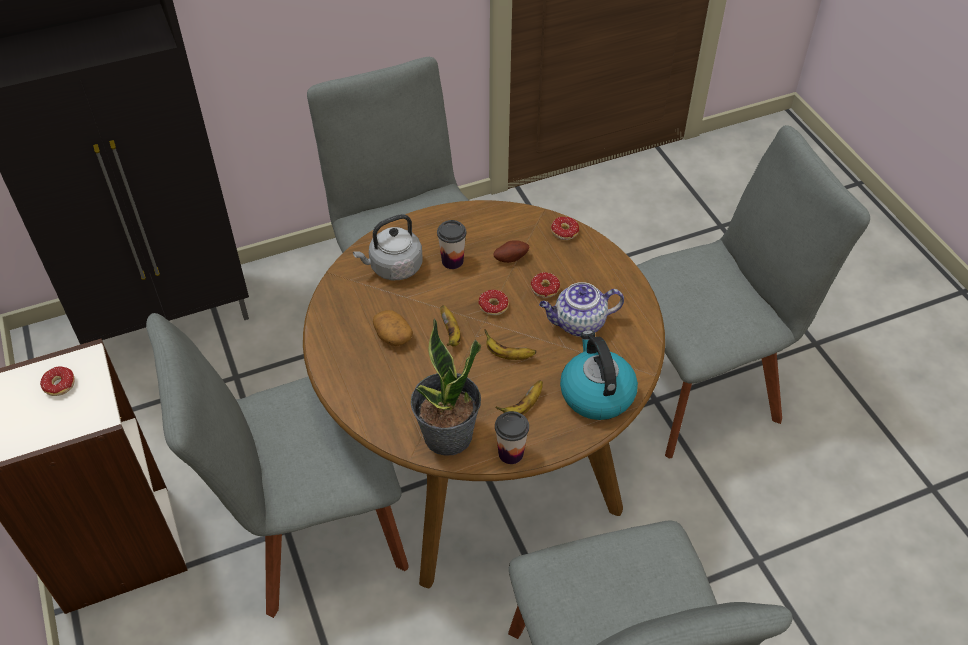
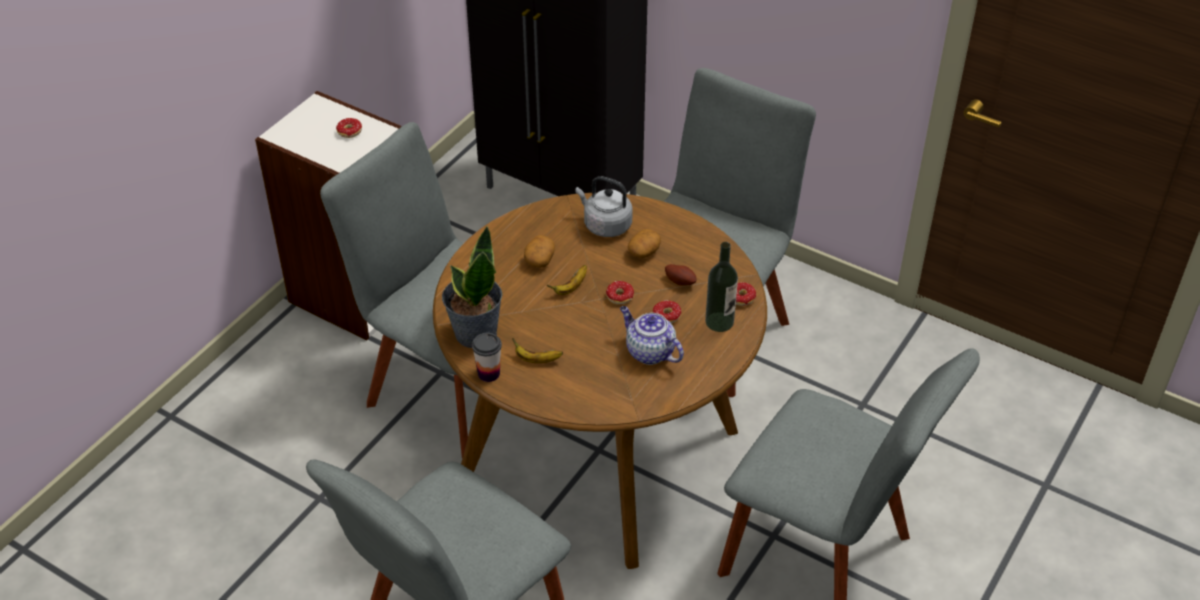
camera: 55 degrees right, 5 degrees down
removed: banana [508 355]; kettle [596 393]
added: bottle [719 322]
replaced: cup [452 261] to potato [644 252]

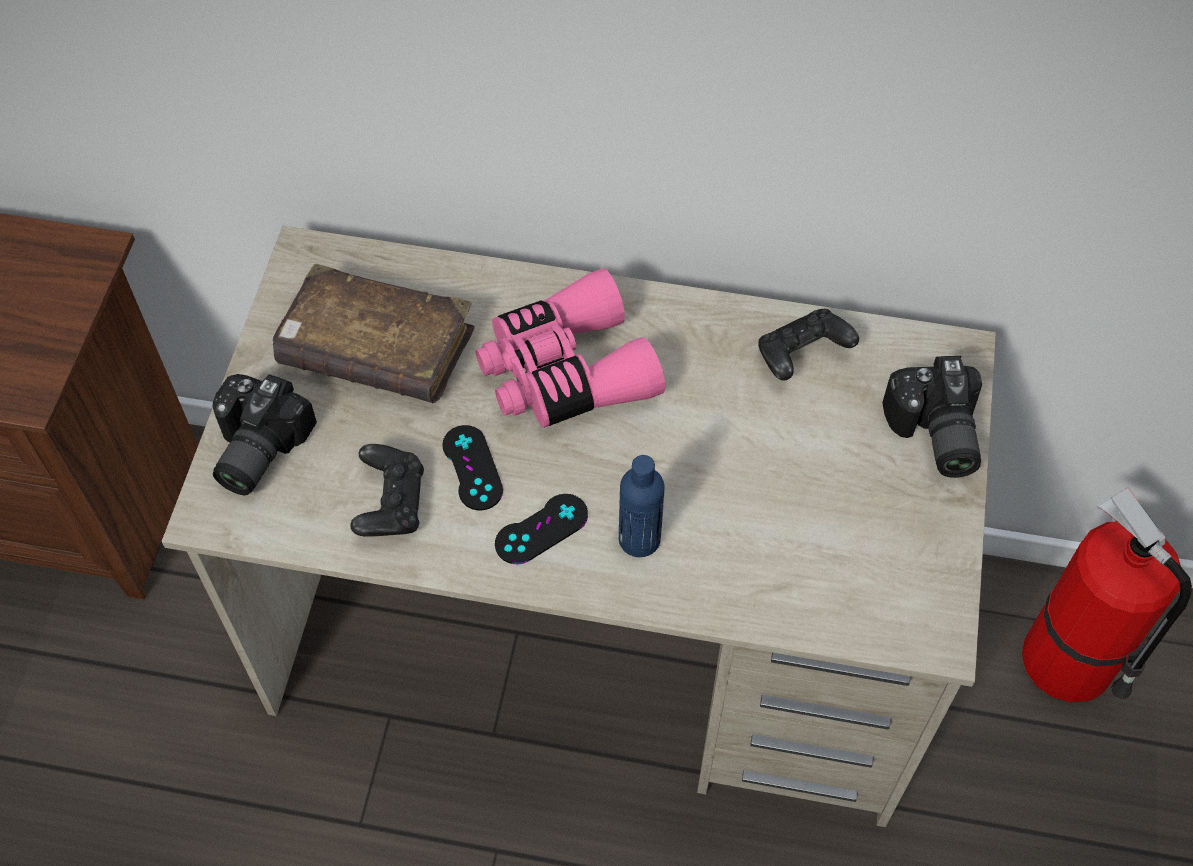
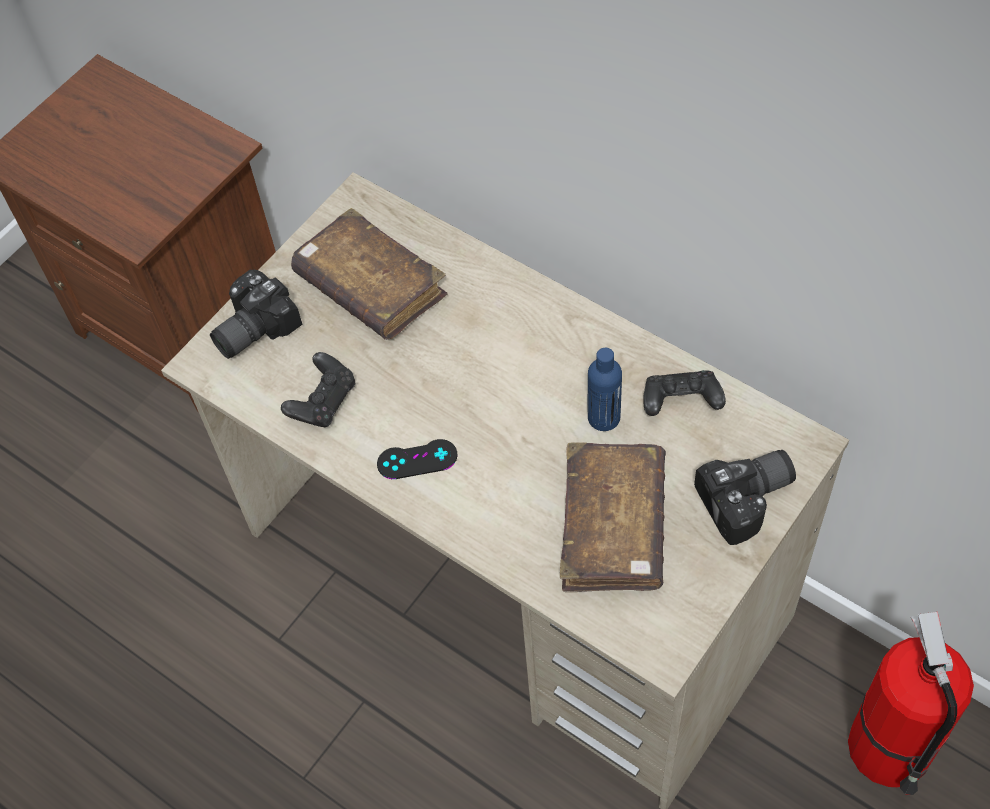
camera: 30 degrees right, 0 degrees up
removed: pink binoculars [565 371]; black game controller [472 468]
added: brown book [613 527]
moved: blue bottle [639 539] to [604 417]
turned: photo camera [932 435] = [749 501] 135 degrees counterclockwise

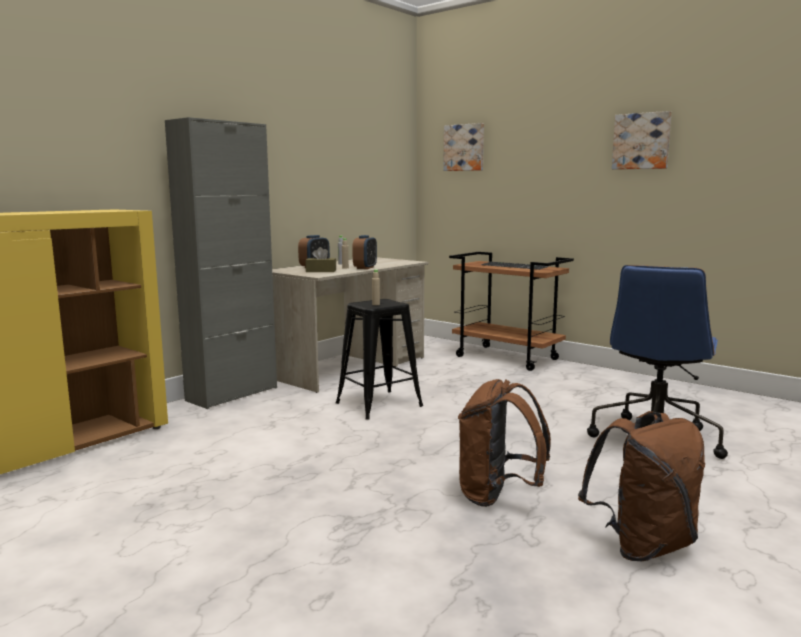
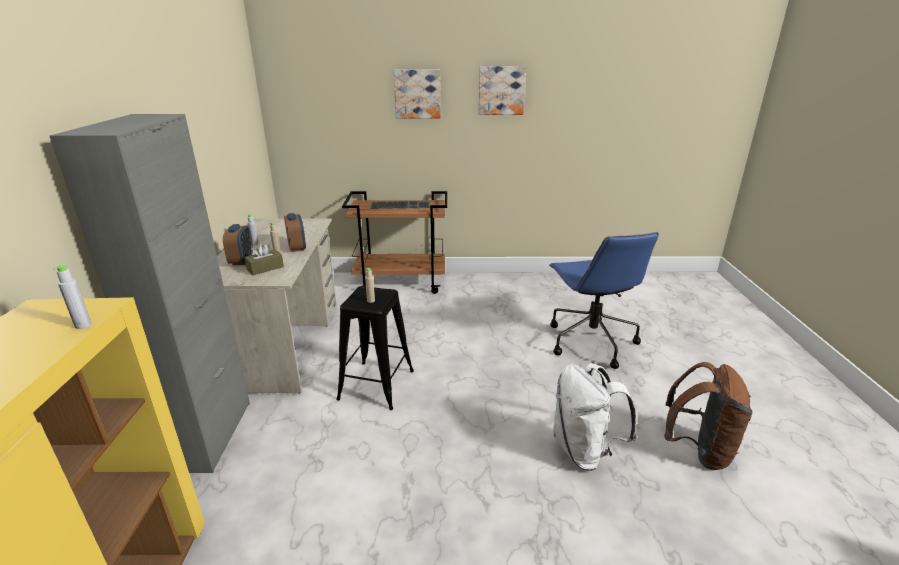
camera: 40 degrees left, 15 degrees up
added: grey bottle [83 325]
moved: picture [464 147] to [417 94]
recoloured: brown backpack [498 496] to white backpack [584 450]

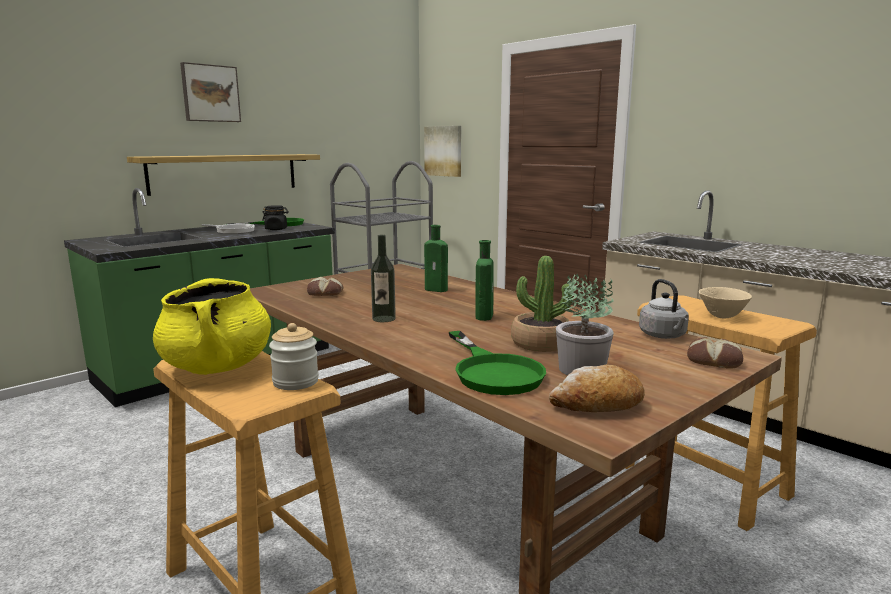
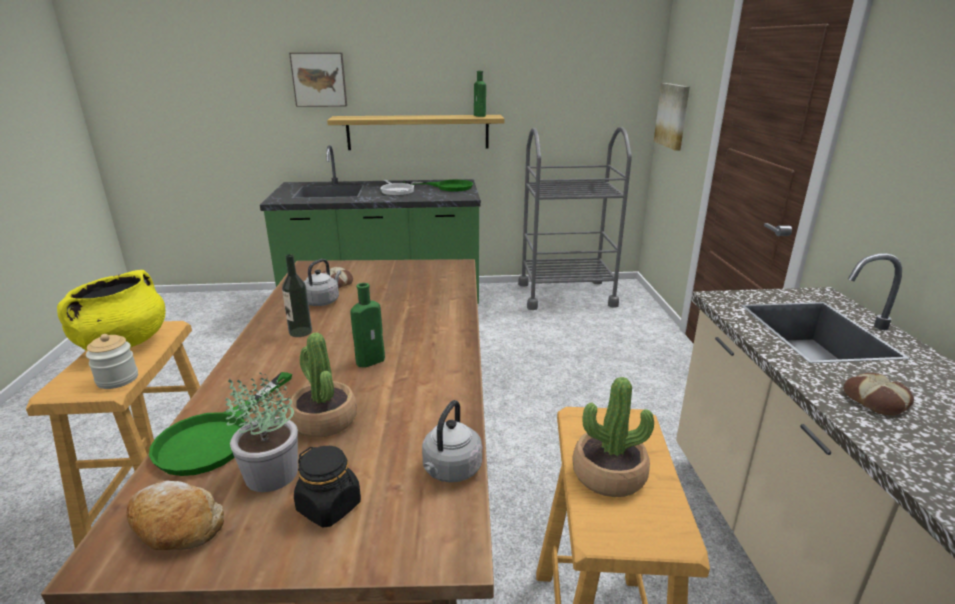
camera: 40 degrees right, 10 degrees up
added: grey kettle [323 301]
moved: picture [210 93] to [319 79]; black jar [276 229] to [329 506]; green bottle [437 290] to [480 116]; bread [714 360] to [876 400]
replaced: beige bowl [722 316] to potted plant [608 475]

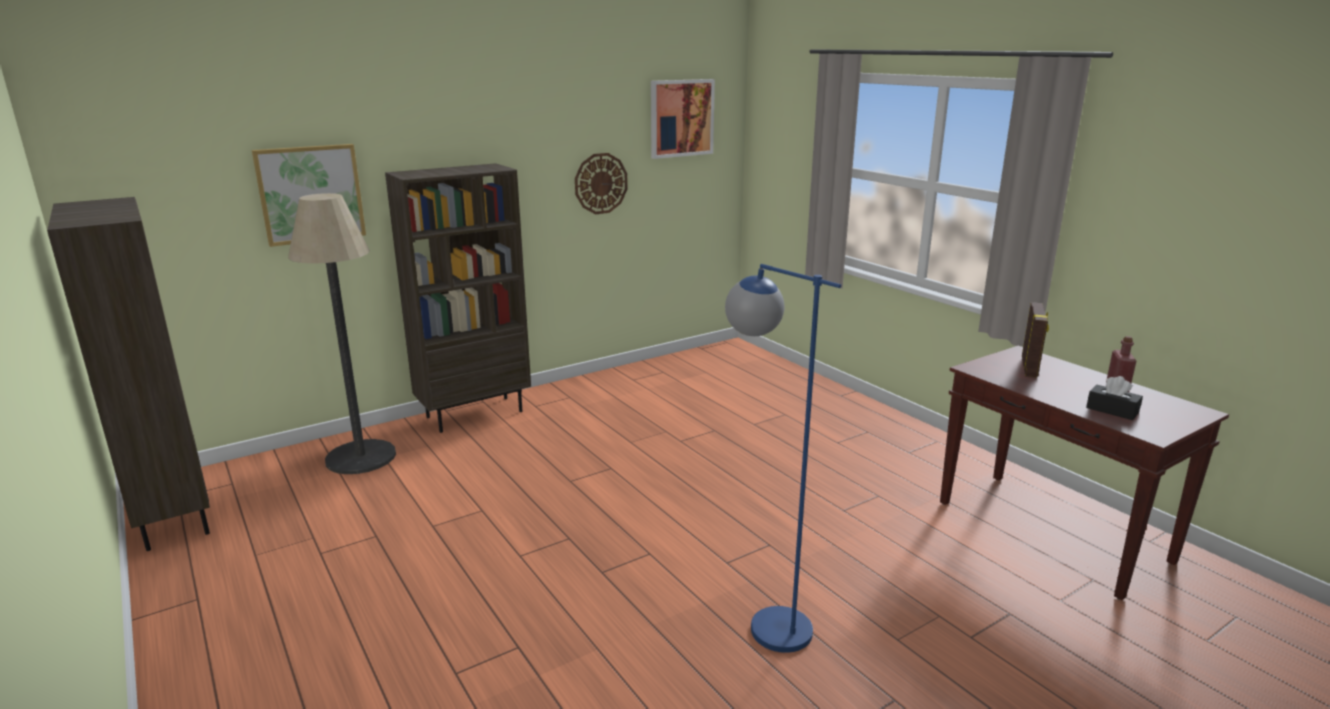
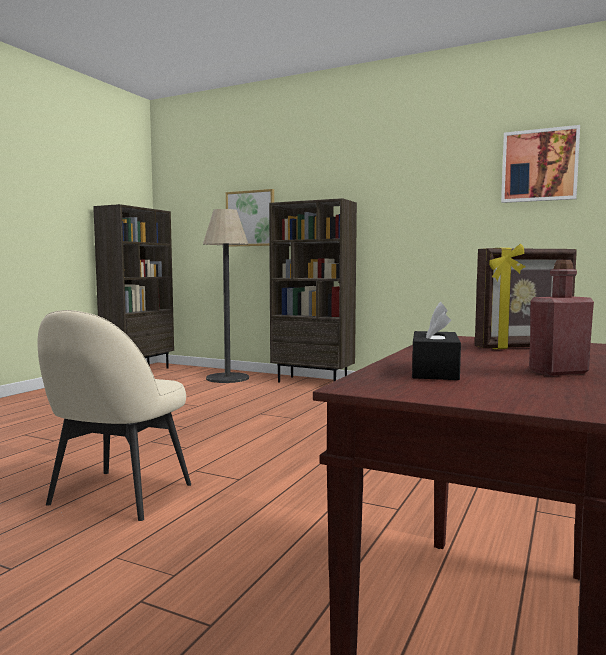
camera: 60 degrees right, 15 degrees down
removed: wall clock [600 183]
replaced: blue floor lamp [764 620] to beige chair [118 496]

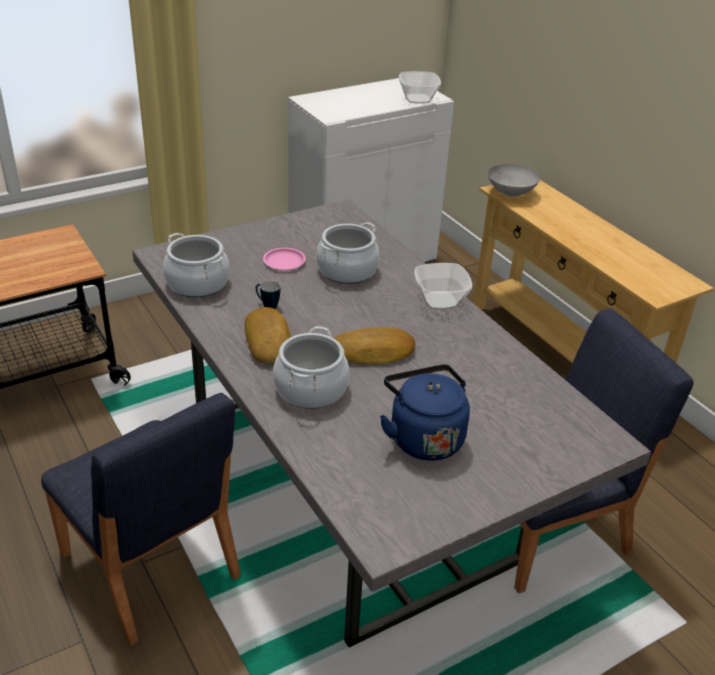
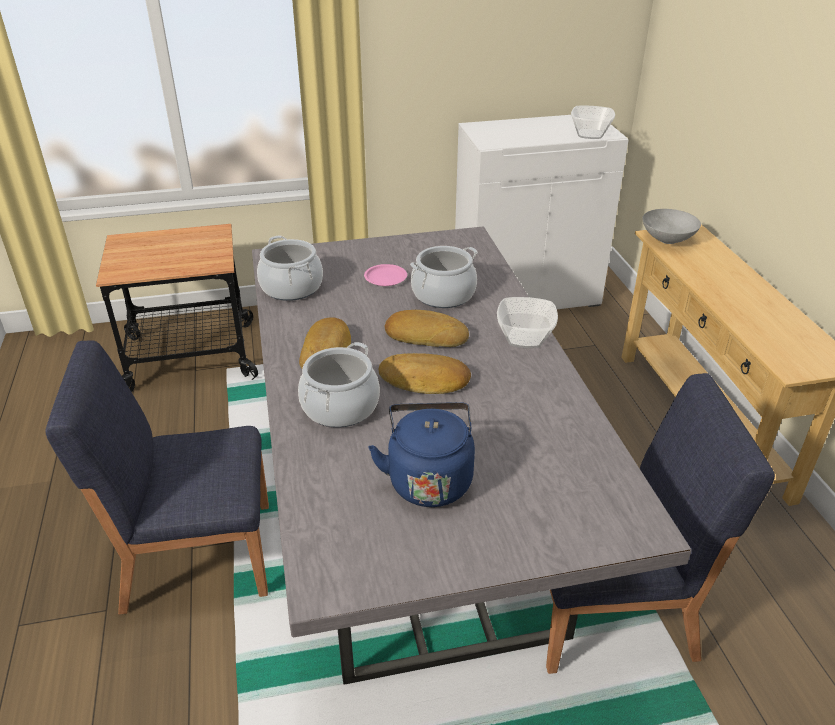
camera: 20 degrees right, 0 degrees up
removed: mug [267 305]
added: bread [426 335]
turned: blue chair [150 567] = [196 554] 105 degrees clockwise

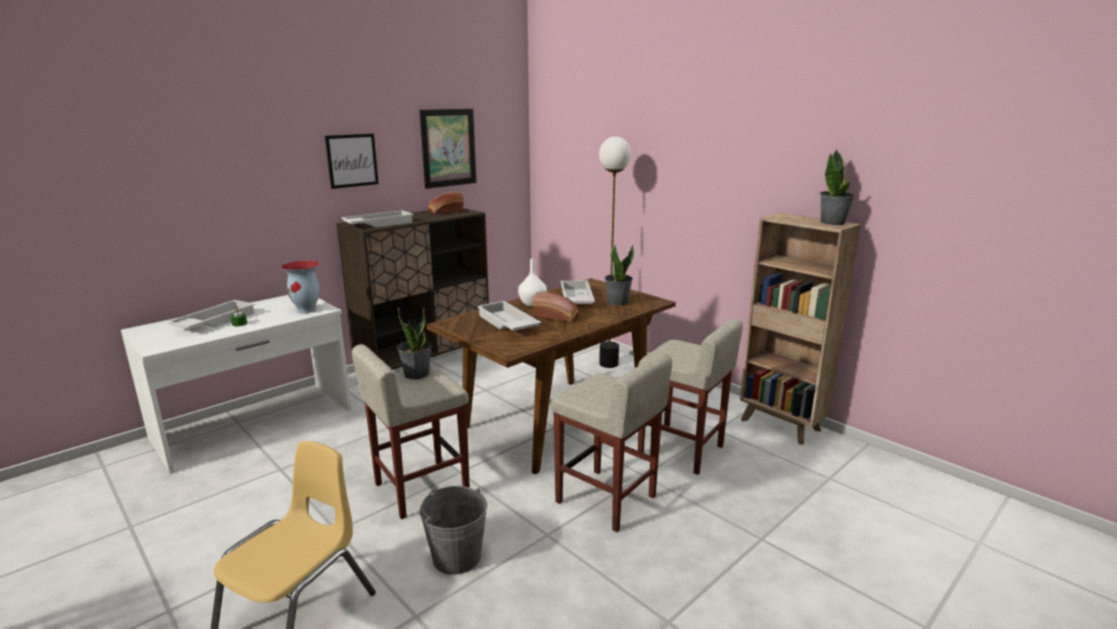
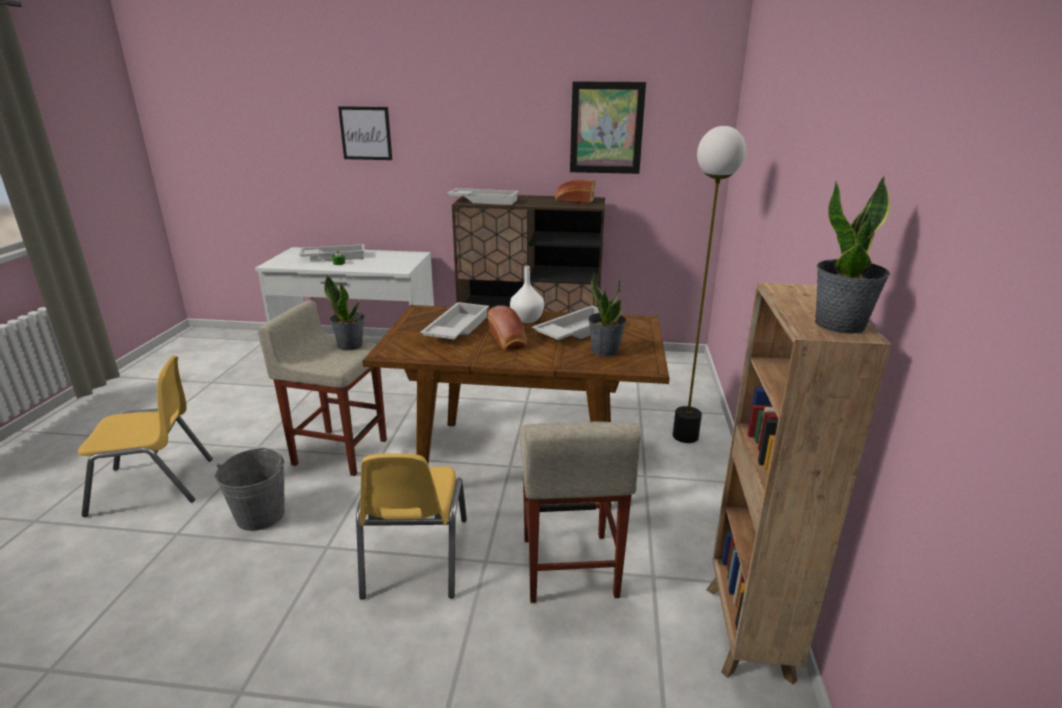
camera: 50 degrees right, 5 degrees up
removed: vase [307 310]
moved: picture [352 160] to [365 133]
replaced: beige stool [607 500] to yellow chair [414 557]

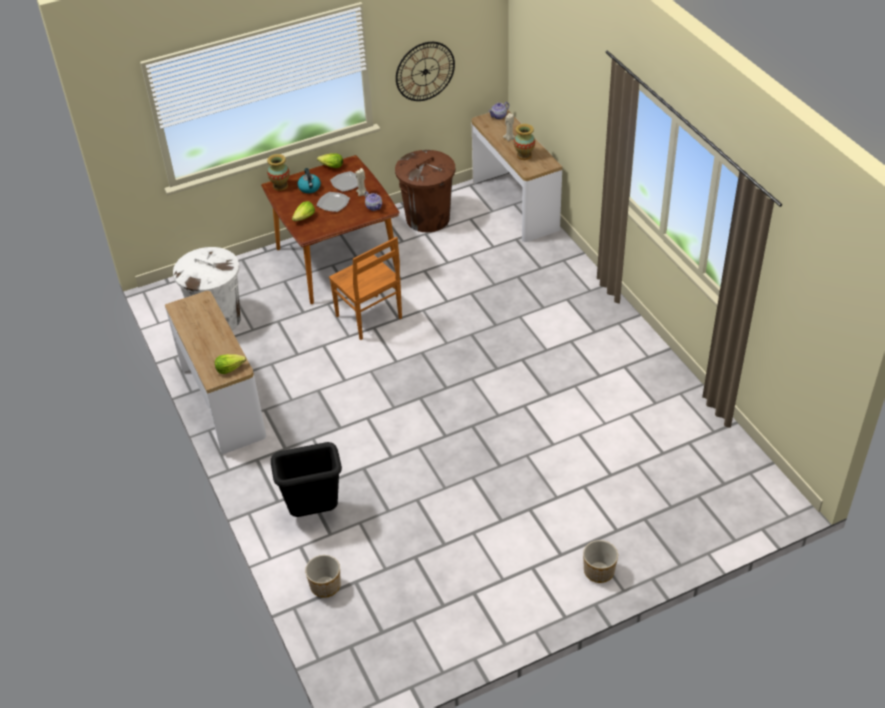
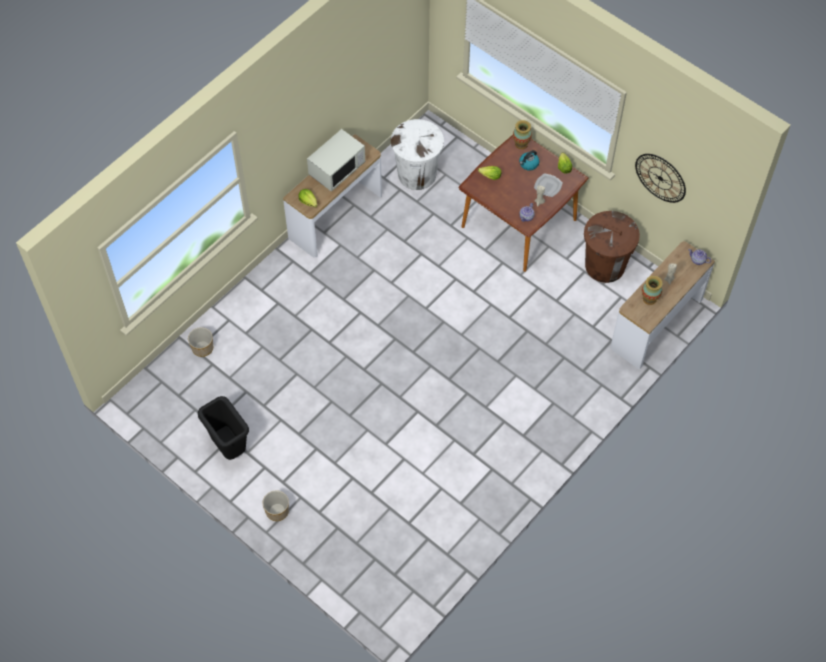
camera: 65 degrees right, 15 degrees up
removed: plate [333 203]; brown chair [370 318]
added: white microwave [337 169]
moved: black trash can [313 512] to [229 447]

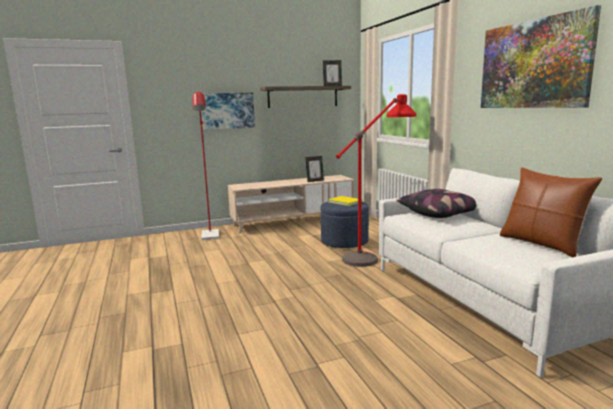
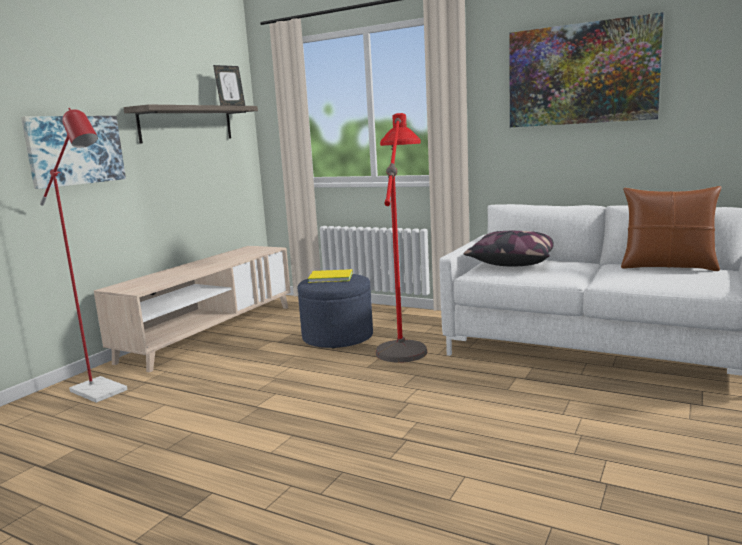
camera: 40 degrees left, 0 degrees up
removed: picture frame [315 181]

